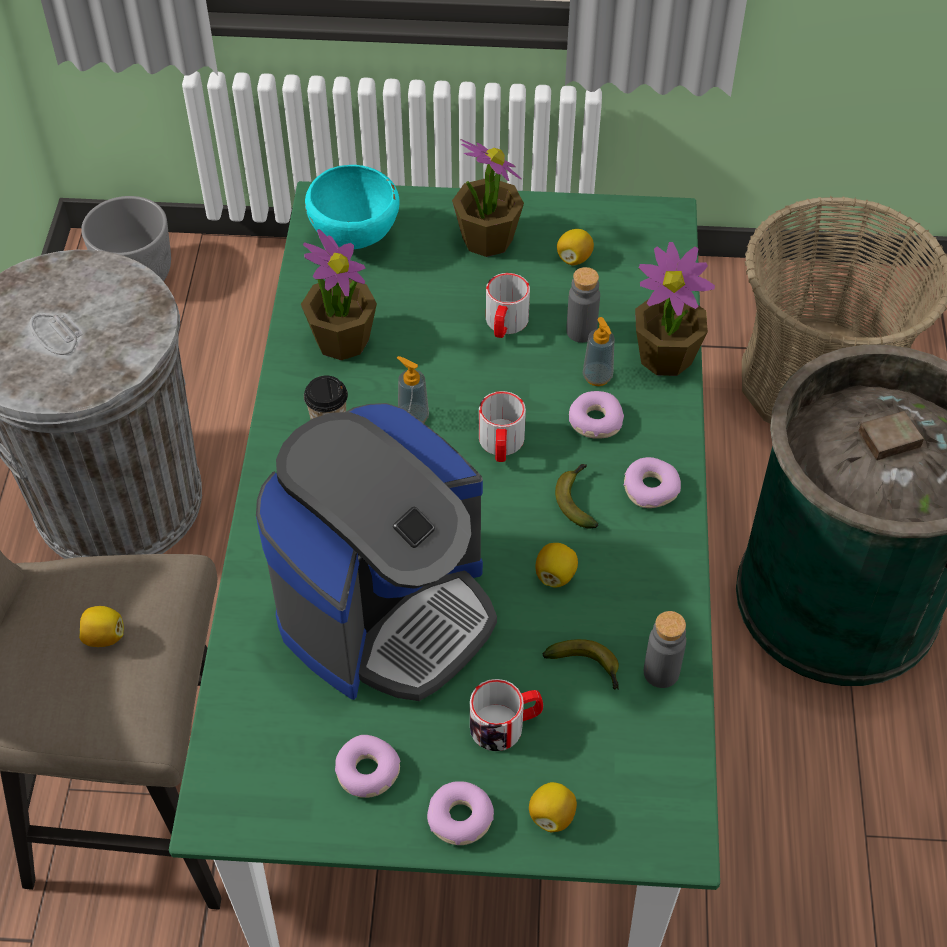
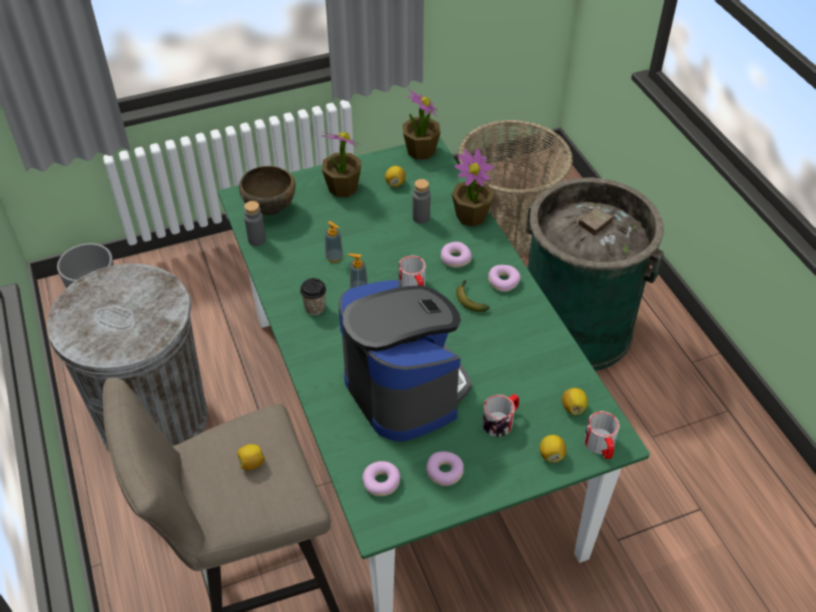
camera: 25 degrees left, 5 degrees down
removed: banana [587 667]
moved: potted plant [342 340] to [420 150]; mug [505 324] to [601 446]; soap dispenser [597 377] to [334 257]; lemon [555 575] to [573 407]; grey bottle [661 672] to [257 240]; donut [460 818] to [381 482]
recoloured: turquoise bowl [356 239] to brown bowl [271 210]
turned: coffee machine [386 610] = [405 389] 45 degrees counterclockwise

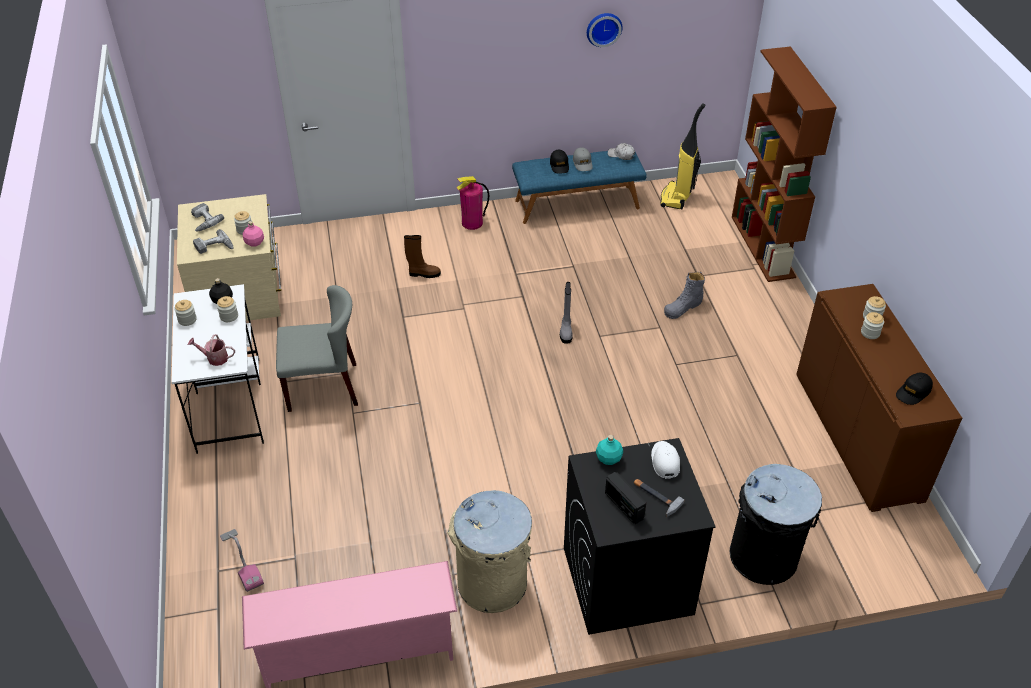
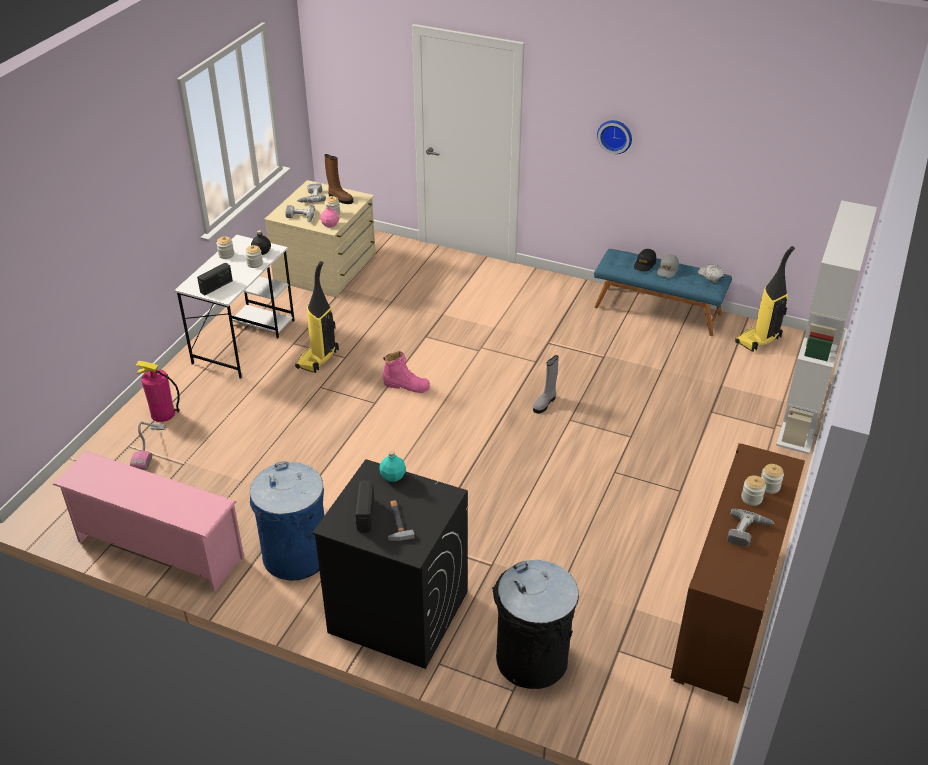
camera: 35 degrees right, 5 degrees down
removed: grey boot [683 307]; black cap [913 392]; white cap [665 461]
added: pink boot [406 385]; power drill [748 532]
moved: wall clock [603 28] to [615 135]; fire extinguisher [472 223] to [163 414]; brown boot [423 274] to [339 198]
replaced: grey chair [323 387] to vacuum cleaner [318 359]; watering can [214 358] to radio [216 287]
recoloured: brown bookcase [763 247] to white bookcase [803 414]; beige trash can [492 584] to blue trash can [295 556]

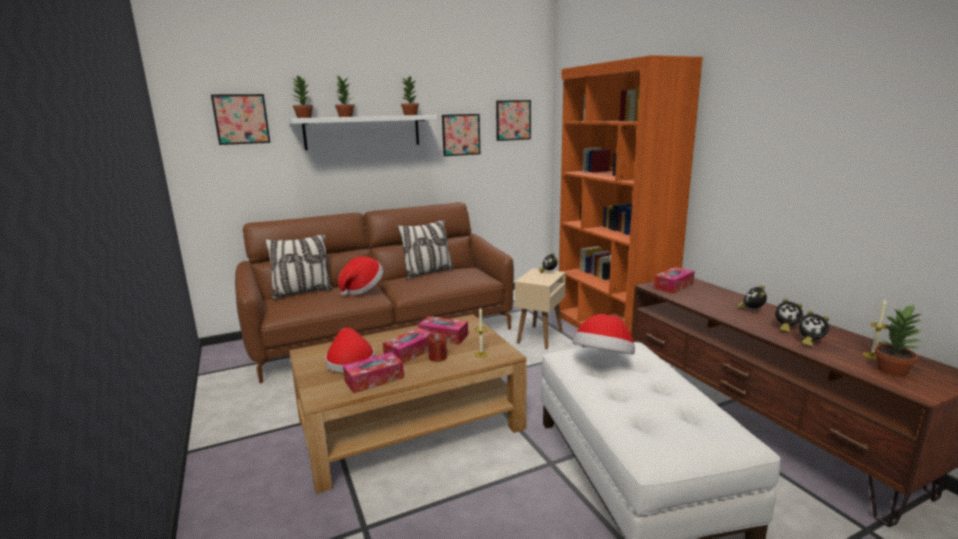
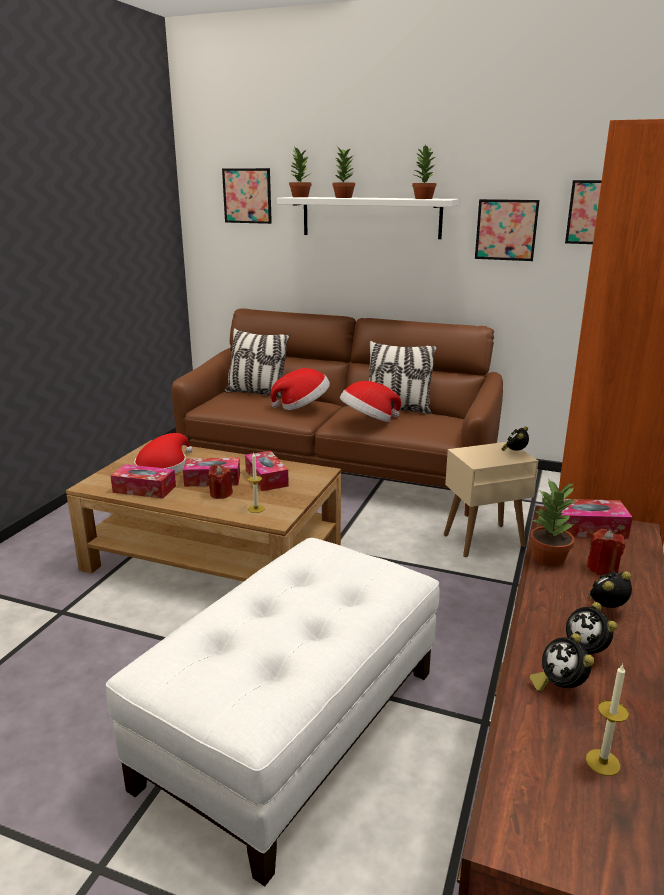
camera: 45 degrees right, 5 degrees up
added: red candle [602 568]
moved: potted plant [892 371] to [549 559]; hat [603 360] to [368 421]

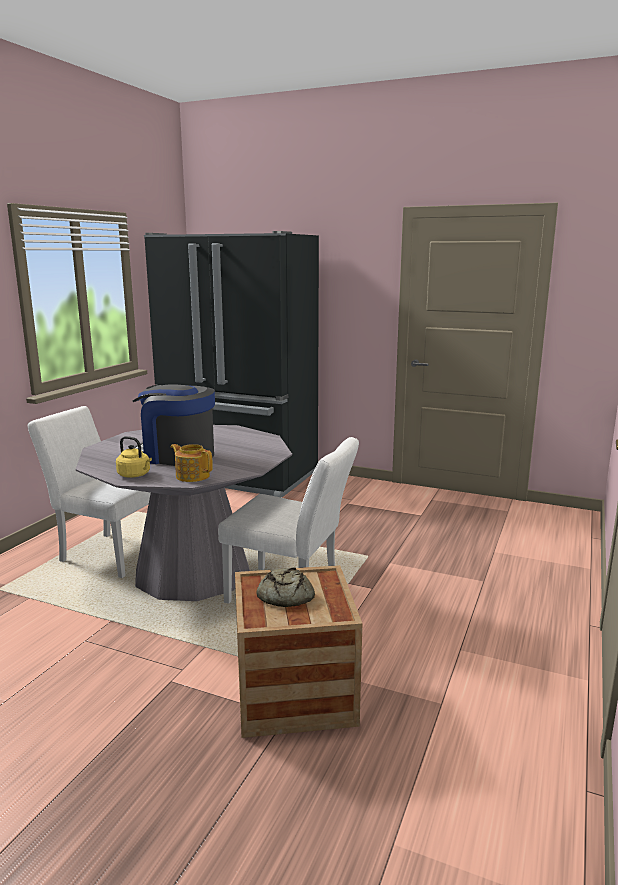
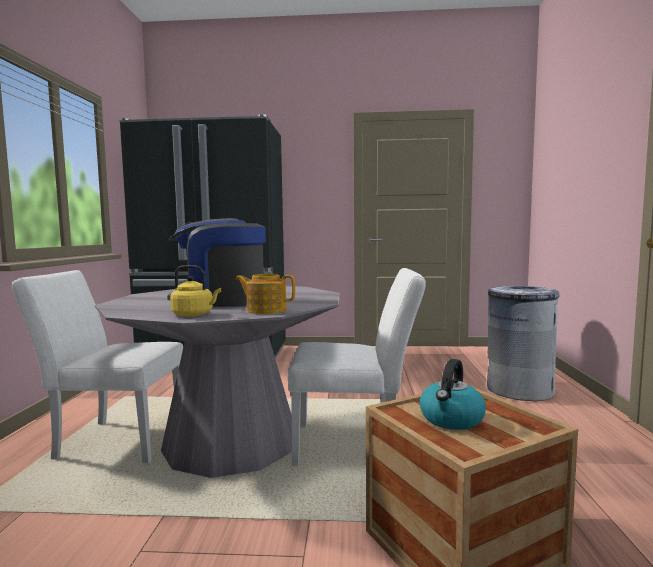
camera: 20 degrees left, 10 degrees down
added: grey trash can [519 390]
replaced: bread [284 595] to kettle [451 419]

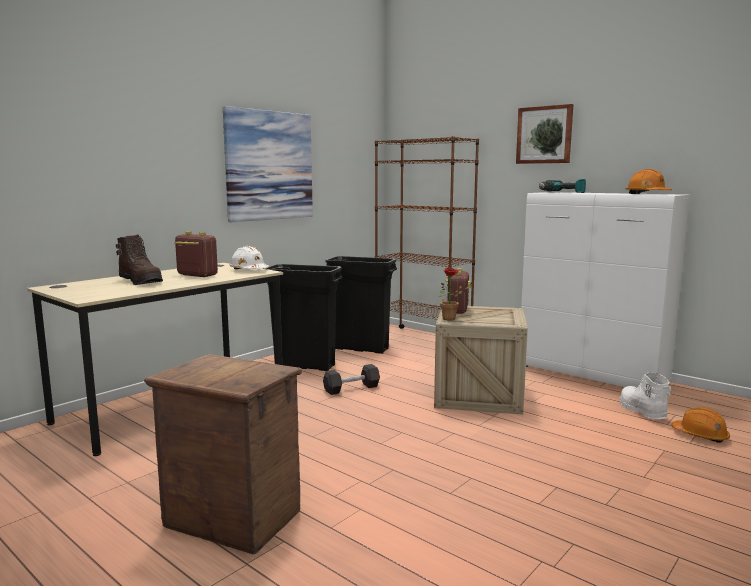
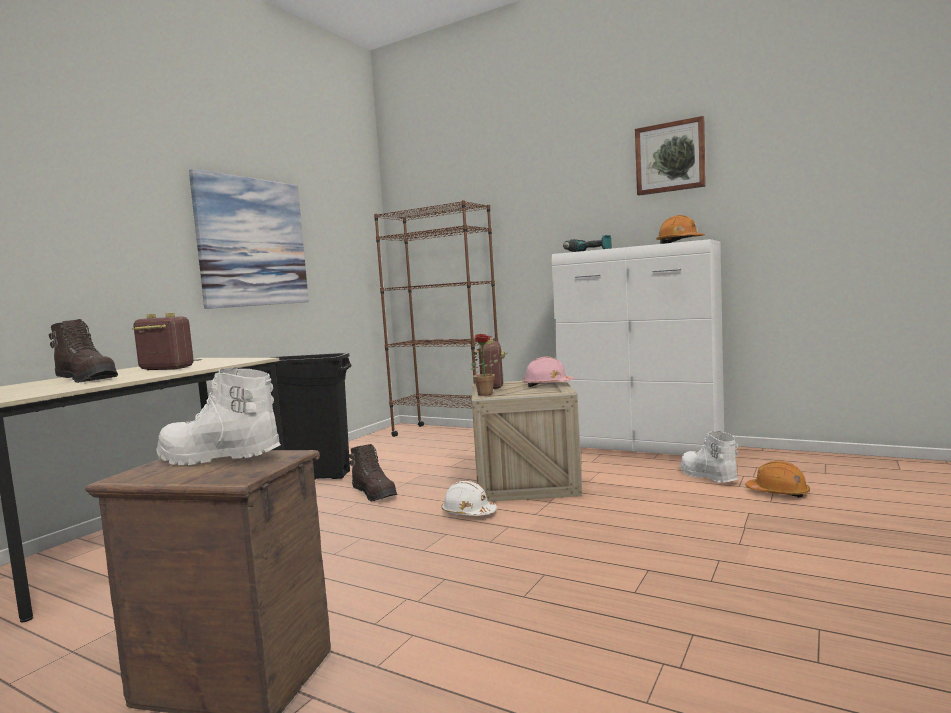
camera: 10 degrees left, 5 degrees down
removed: black trash can [361 349]
added: pink hard hat [547 385]; white boot [218 458]
moved: picture [544 135] to [670 157]; white hard hat [249 270] to [468 513]
replaced: black dumbbell [351 388] to brown boot [375 494]

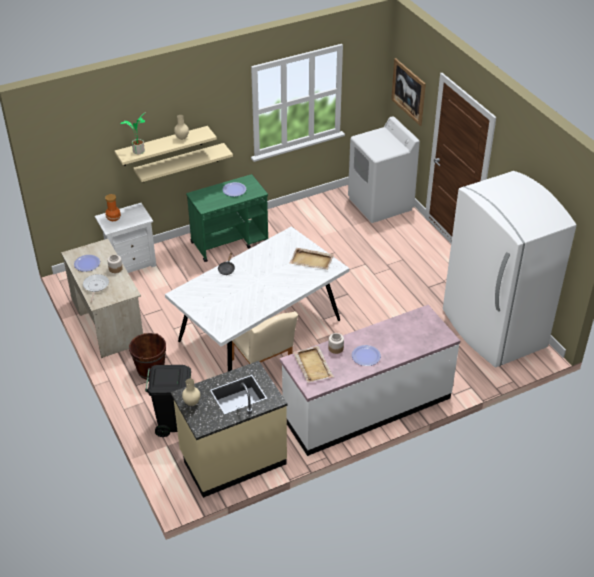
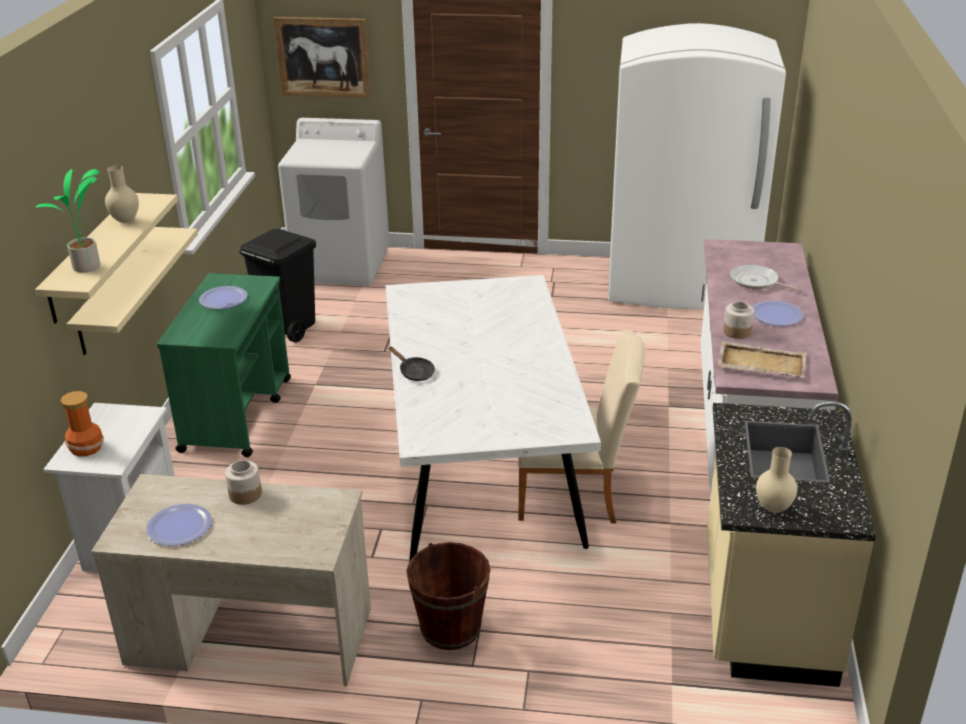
camera: 55 degrees left, 10 degrees down
removed: beige tray [312 260]
moved: frying pan [95 286] to [756 282]; black trash can [173 422] to [286 328]

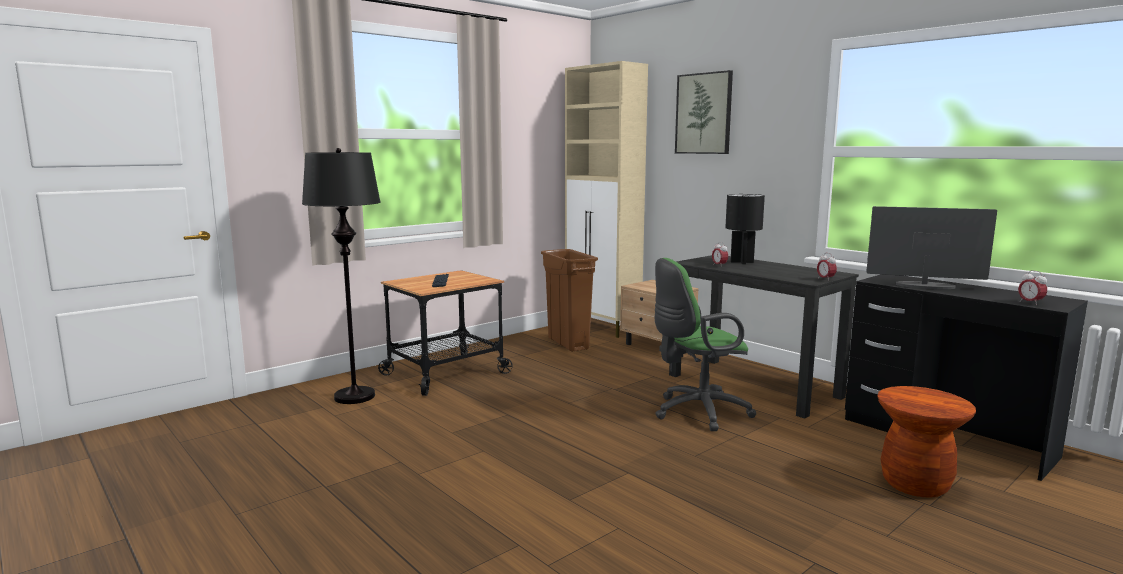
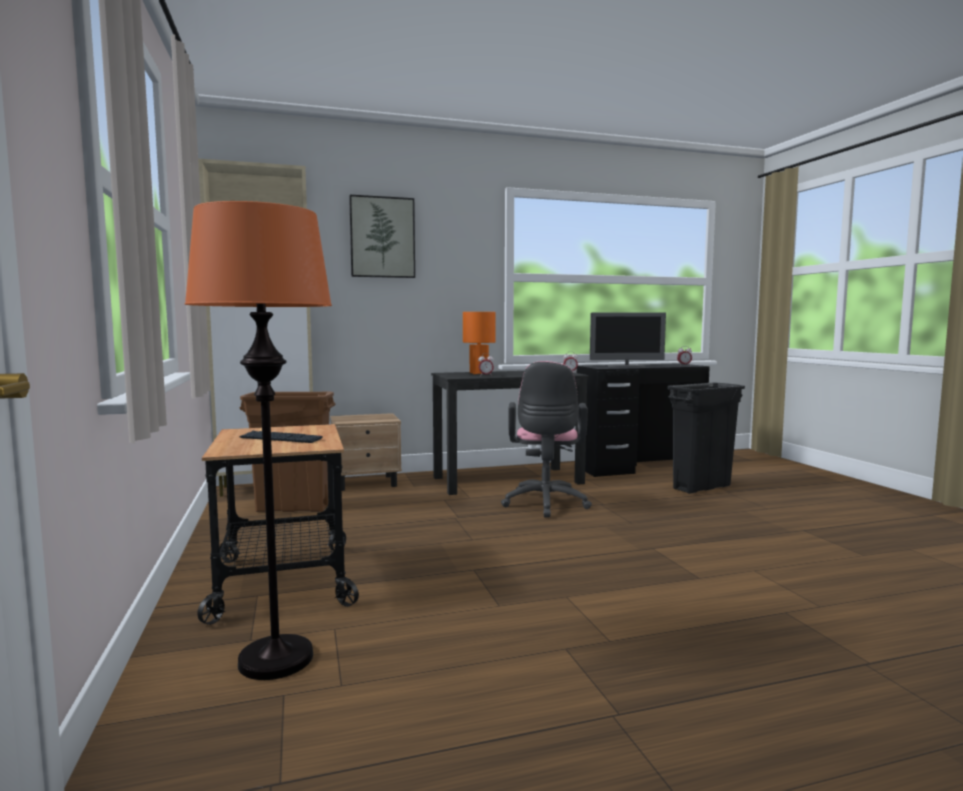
camera: 65 degrees left, 5 degrees down
replaced: brown stool [915 484] to black trash can [701 487]
recoloured: black floor lamp [355 396] to orange floor lamp [276 659]; black table lamp [741 262] to orange table lamp [479 373]; green office chair [696 412] to pink office chair [545 505]
turned: monitor [924 286] = [626 366] 135 degrees counterclockwise

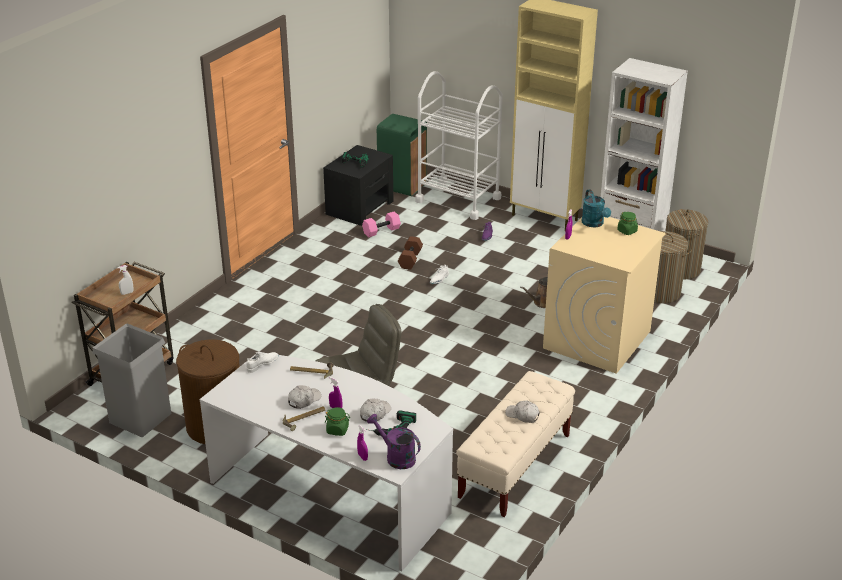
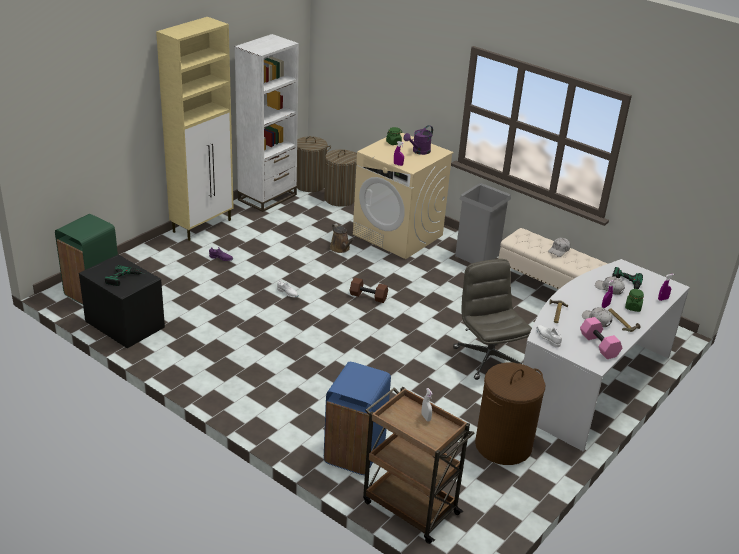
camera: 85 degrees left, 0 degrees up
removed: white cart [458 199]; turquoise watering can [594 224]
added: blue trash can [353 453]
moved: pink dumbbell [381 230] to [598 345]; brown dumbbell [410 260] to [369 296]; grey trash can [140 418] to [477 255]; purple watering can [396 457] to [419 151]

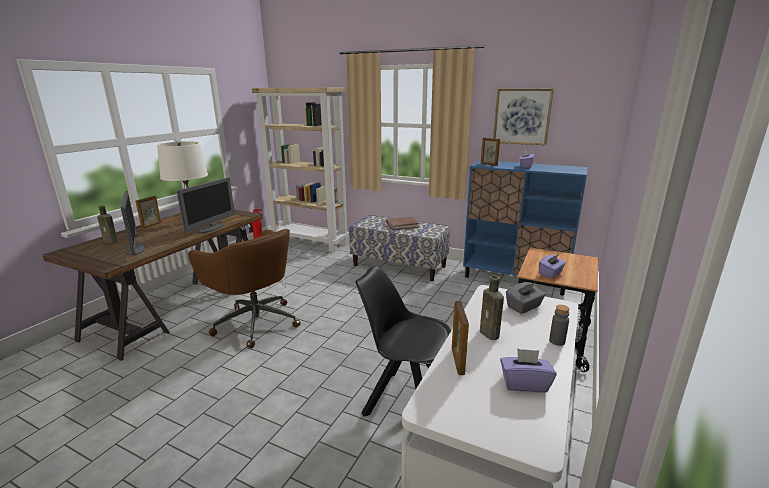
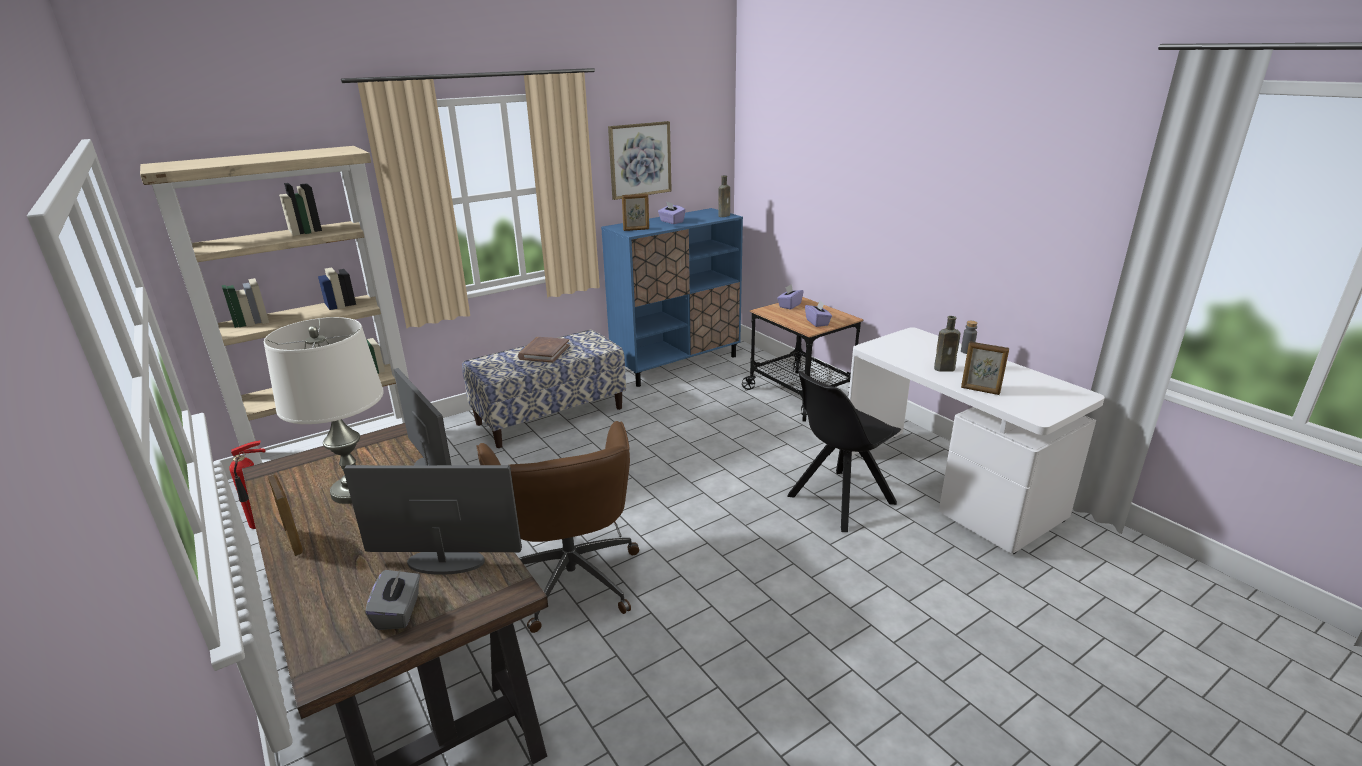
camera: 60 degrees left, 5 degrees up
moved: brown bottle [111 242] to [724 215]; grey tissue box [524 307] to [399 612]; purple tissue box [524 383] to [789 305]
turned: brown office chair [255 322] = [571 576] 90 degrees clockwise

